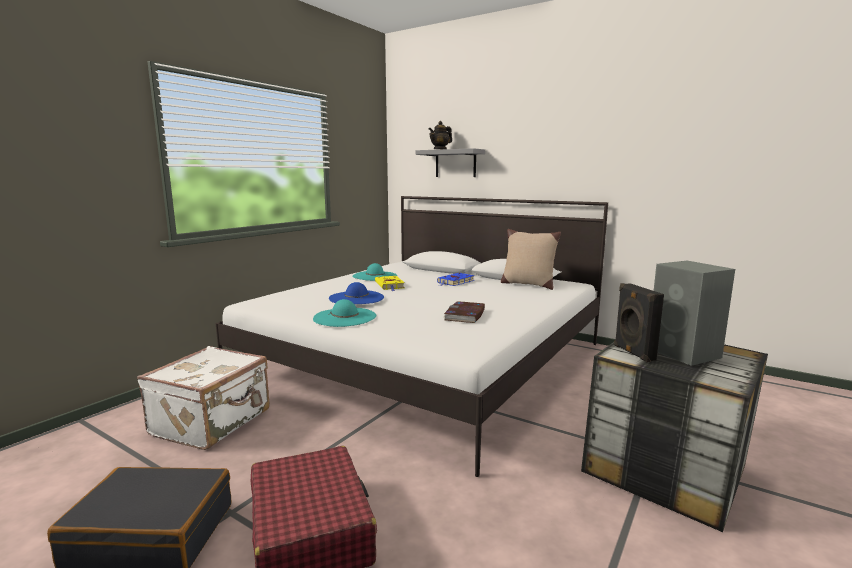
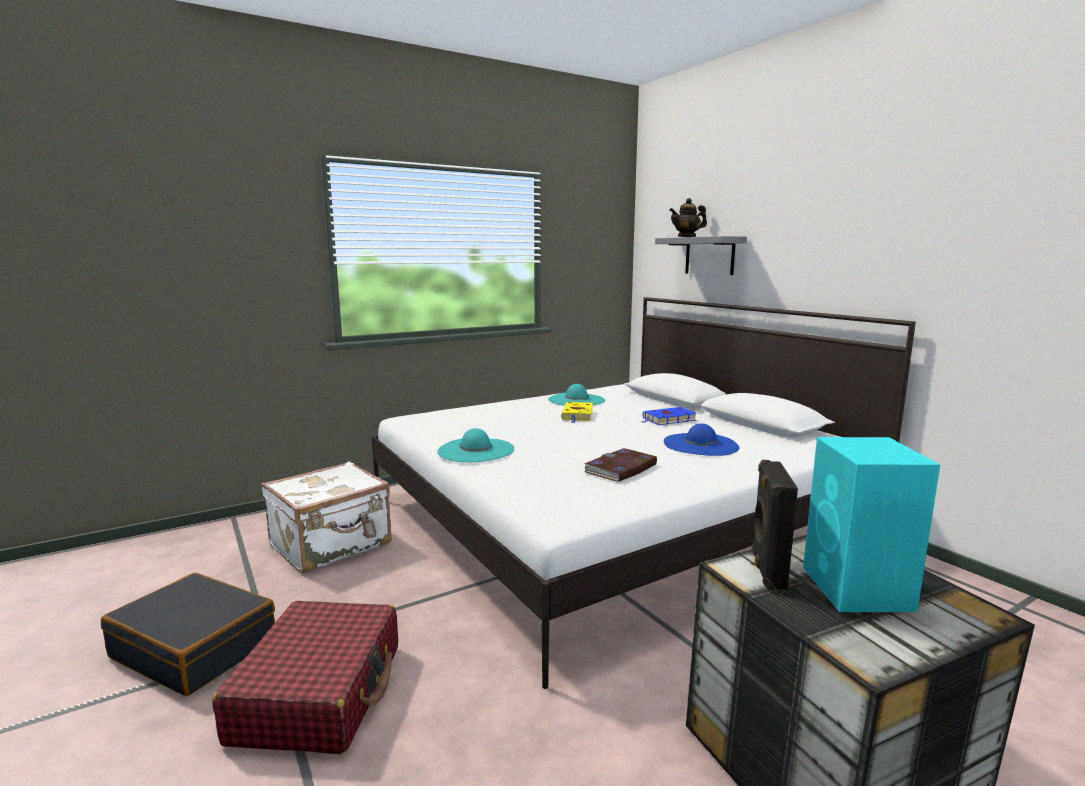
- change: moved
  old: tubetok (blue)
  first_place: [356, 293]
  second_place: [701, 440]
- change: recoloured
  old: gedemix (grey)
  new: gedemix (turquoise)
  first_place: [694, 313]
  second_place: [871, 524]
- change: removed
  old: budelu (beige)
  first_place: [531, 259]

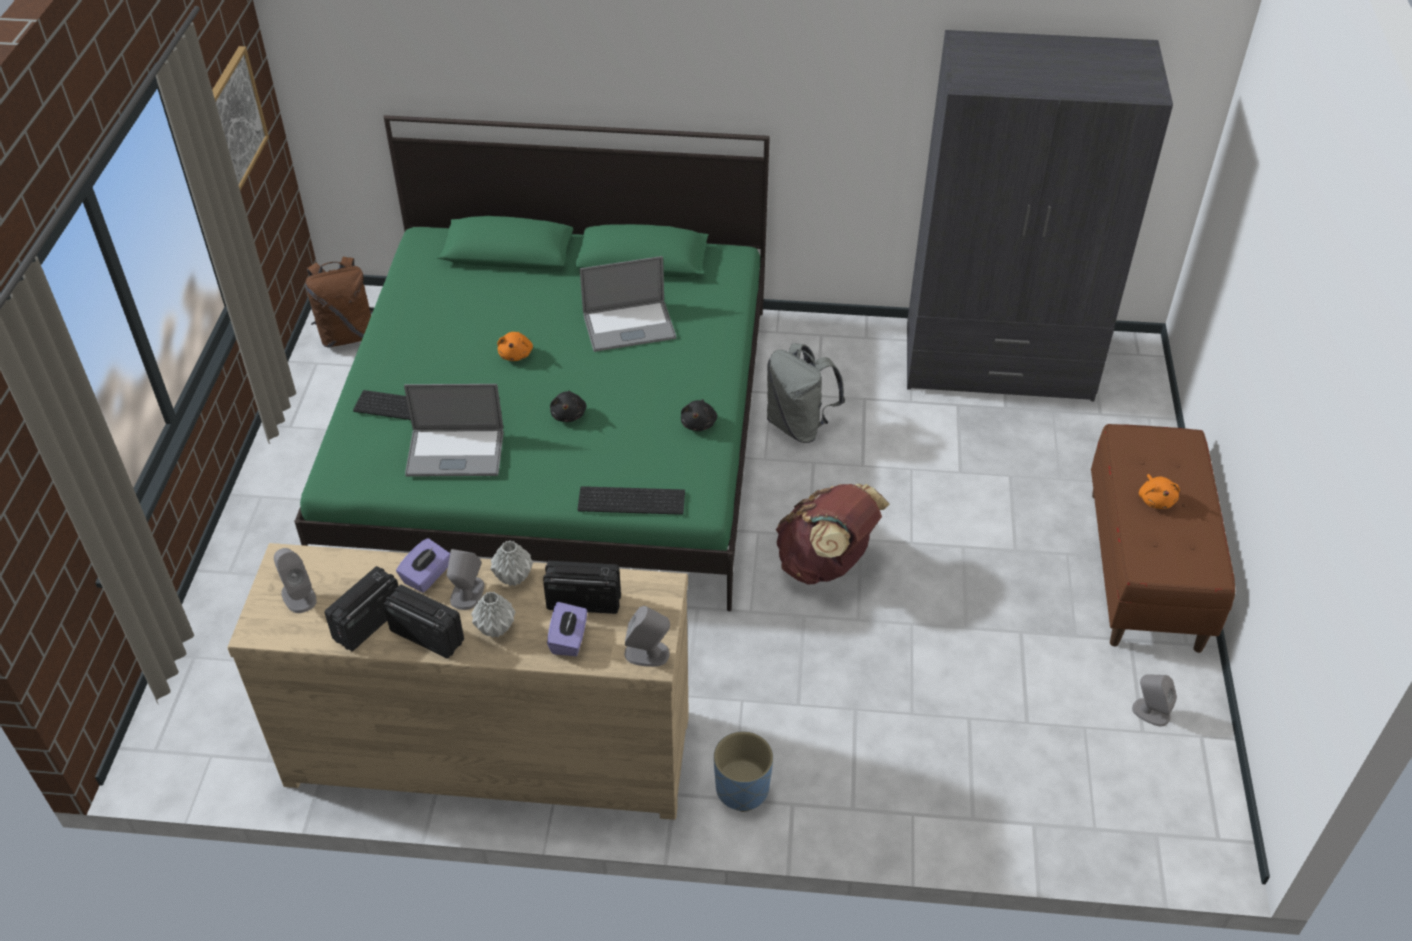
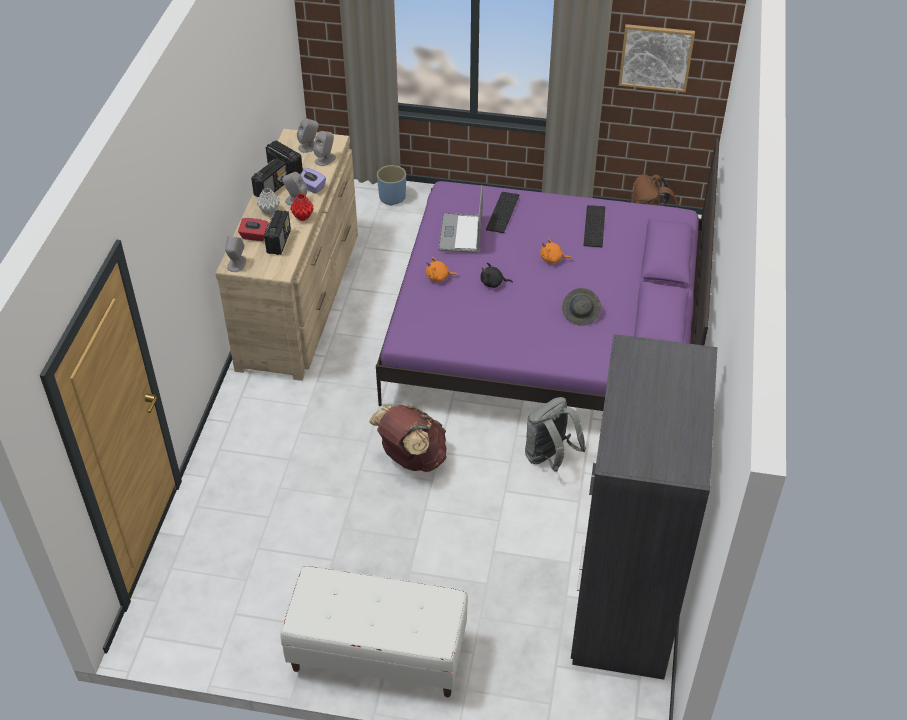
- change: recoloured
  old: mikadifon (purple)
  new: mikadifon (red)
  first_place: [567, 629]
  second_place: [253, 229]
- change: recoloured
  old: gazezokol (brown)
  new: gazezokol (white)
  first_place: [1163, 538]
  second_place: [374, 631]
- change: recoloured
  old: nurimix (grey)
  new: nurimix (red)
  first_place: [512, 563]
  second_place: [302, 207]
- change: moved
  old: gedemix (grey)
  first_place: [1154, 700]
  second_place: [324, 148]
- change: recoloured
  old: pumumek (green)
  new: pumumek (purple)
  first_place: [532, 363]
  second_place: [547, 274]
- change: moved
  old: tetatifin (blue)
  first_place: [743, 771]
  second_place: [391, 185]
- change: moved
  old: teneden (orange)
  first_place: [1159, 491]
  second_place: [442, 269]
- change: replaced
  old: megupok
  new: tubetok (grey)
  first_place: [628, 304]
  second_place: [581, 307]
- change: moved
  old: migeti
  first_place: [631, 500]
  second_place: [594, 226]
- change: removed
  old: teneden (black)
  first_place: [699, 415]

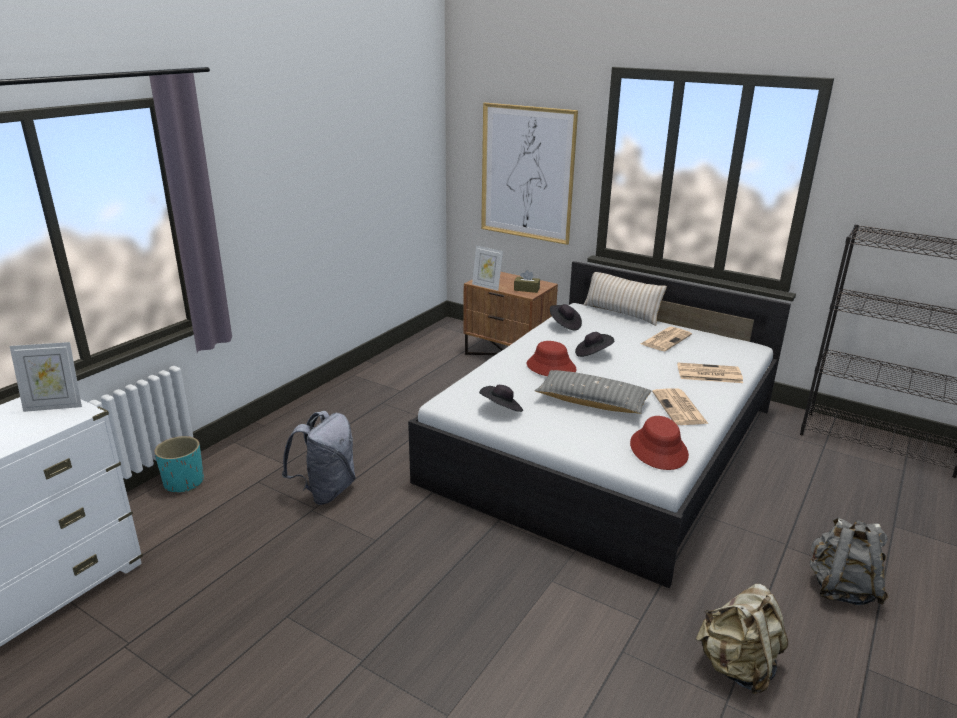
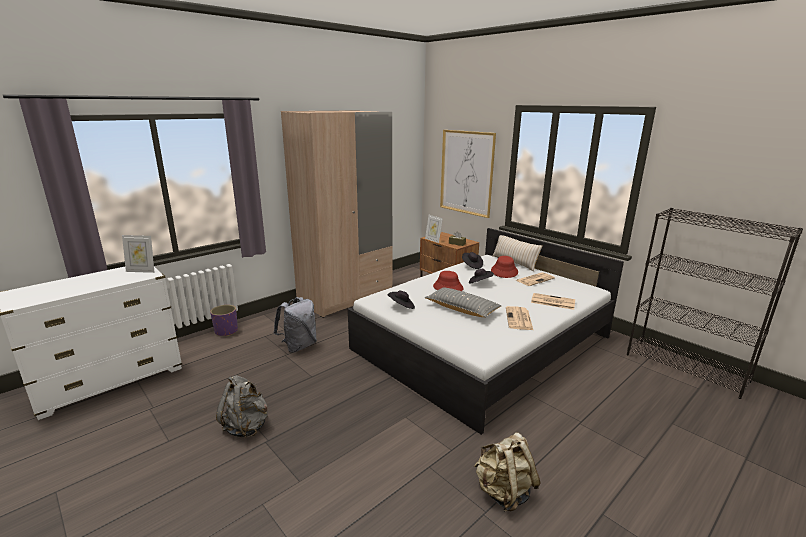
- change: recoloured
  old: tetatifin (turquoise)
  new: tetatifin (purple)
  first_place: [179, 464]
  second_place: [224, 320]
- change: moved
  old: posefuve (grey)
  first_place: [849, 561]
  second_place: [242, 406]
- change: added
  new: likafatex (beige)
  second_place: [336, 214]
- change: moved
  old: tubetok (red)
  first_place: [659, 443]
  second_place: [504, 267]

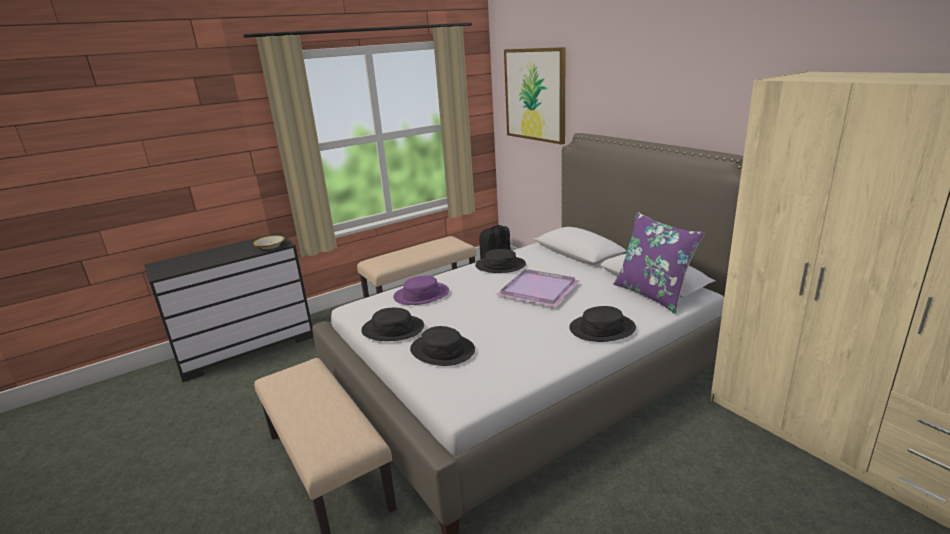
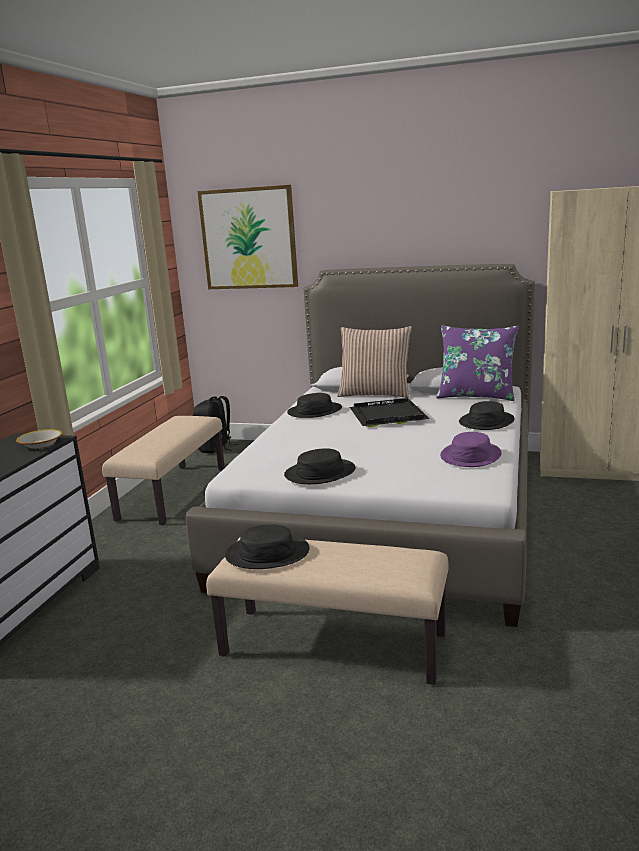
- change: moved
  old: tubetok (black)
  first_place: [442, 346]
  second_place: [267, 546]
- change: added
  new: budelu
  second_place: [374, 362]
- change: recoloured
  old: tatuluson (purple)
  new: tatuluson (black)
  first_place: [538, 288]
  second_place: [389, 412]
- change: moved
  old: tubetok (purple)
  first_place: [421, 290]
  second_place: [471, 449]

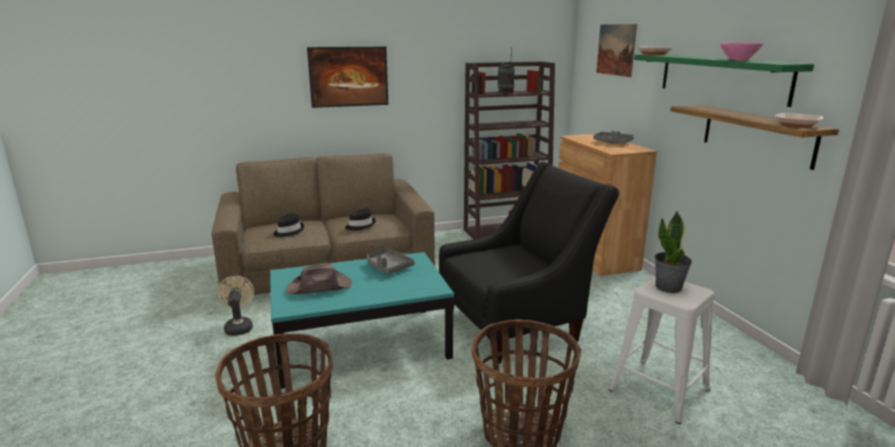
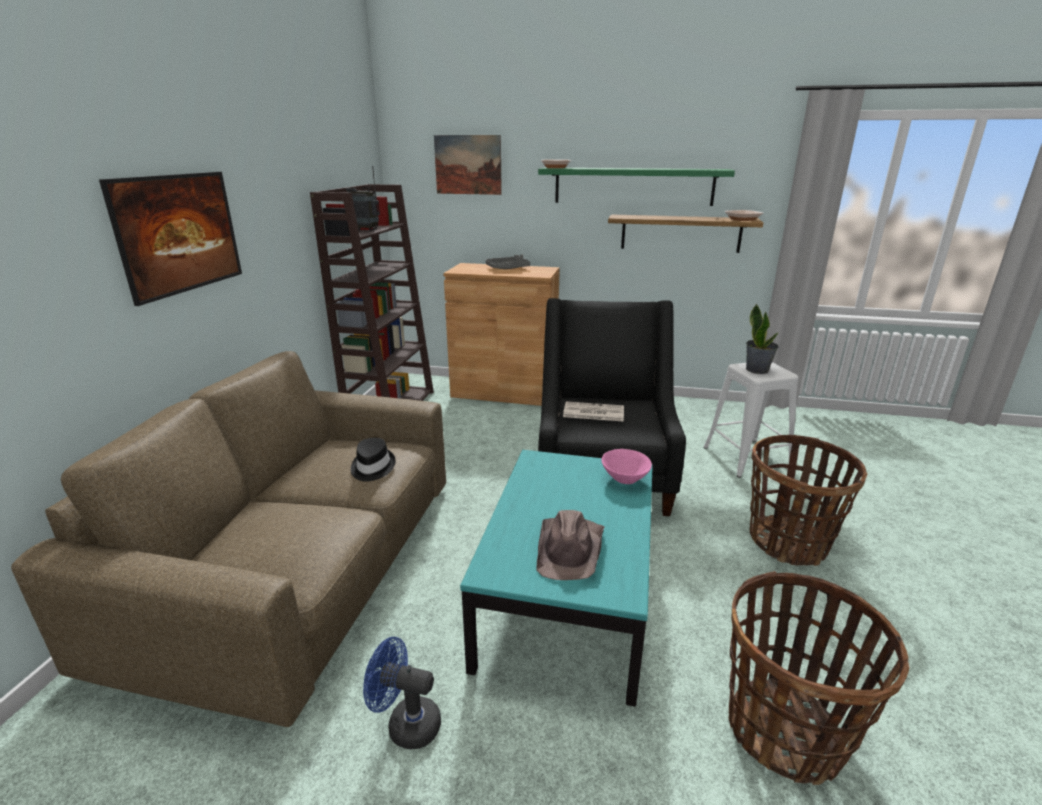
- change: recoloured
  old: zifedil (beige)
  new: zifedil (blue)
  first_place: [235, 306]
  second_place: [402, 693]
- change: added
  new: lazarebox
  second_place: [593, 411]
- change: moved
  old: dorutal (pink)
  first_place: [741, 51]
  second_place: [626, 466]
- change: removed
  old: tubetok (black)
  first_place: [288, 225]
- change: removed
  old: tatuluson (grey)
  first_place: [391, 261]

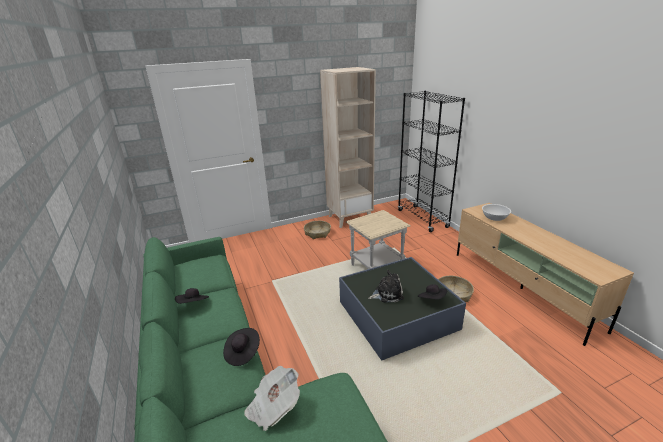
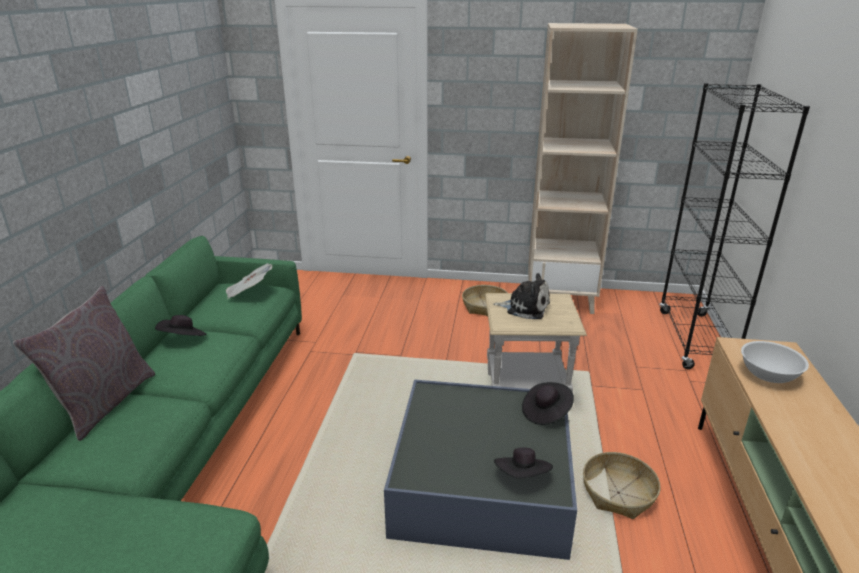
- change: added
  new: budelu (grey)
  second_place: [84, 363]
- change: moved
  old: lazarebox
  first_place: [272, 398]
  second_place: [249, 281]
- change: moved
  old: teneden
  first_place: [386, 286]
  second_place: [521, 296]
- change: moved
  old: tubetok (black)
  first_place: [241, 347]
  second_place: [548, 403]

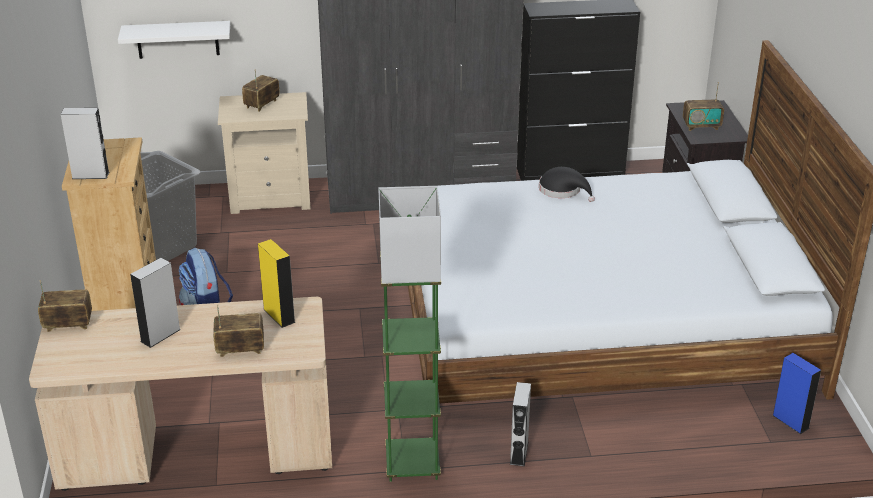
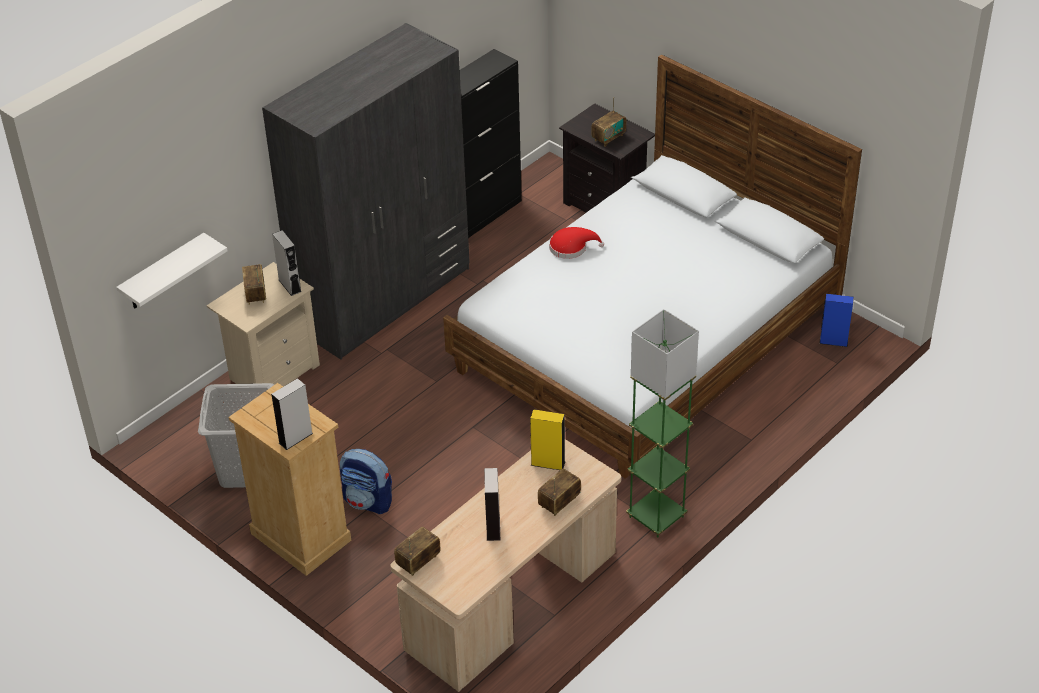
- change: moved
  old: gedemix (grey)
  first_place: [520, 424]
  second_place: [286, 263]
- change: recoloured
  old: tubetok (black)
  new: tubetok (red)
  first_place: [567, 184]
  second_place: [576, 243]

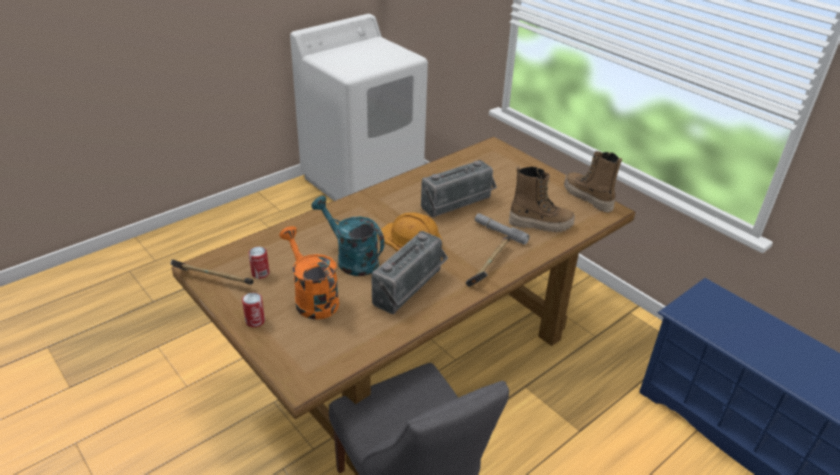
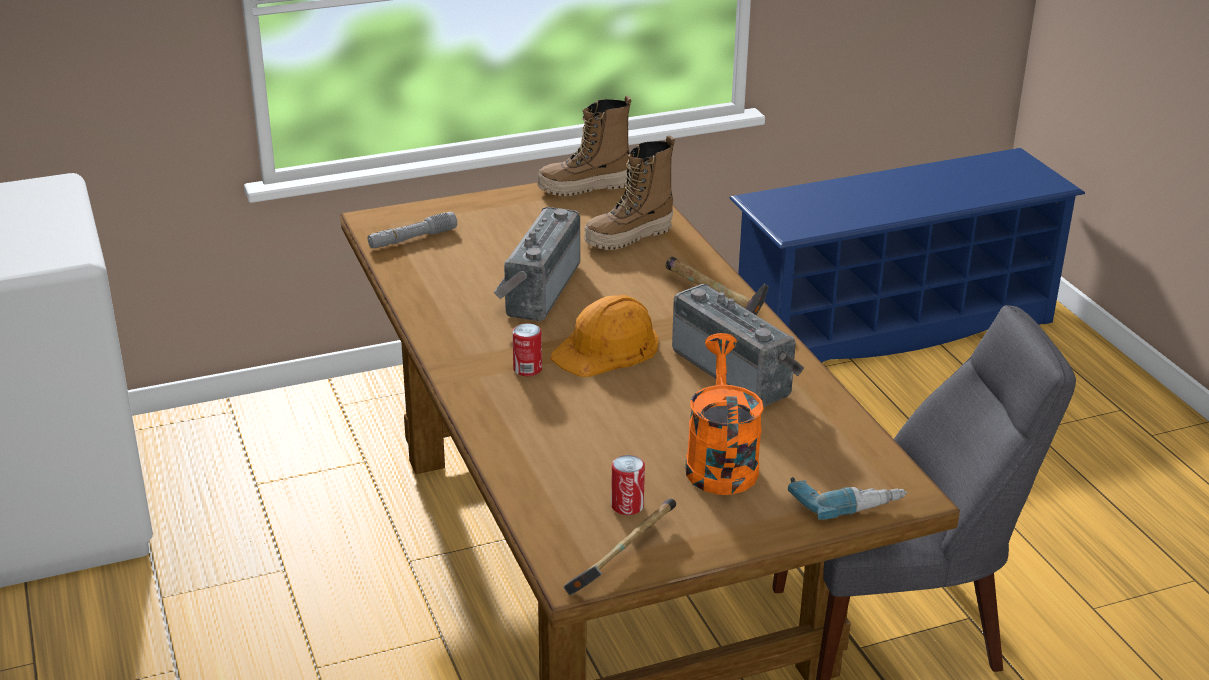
- change: moved
  old: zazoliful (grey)
  first_place: [502, 228]
  second_place: [412, 230]
- change: turned
  old: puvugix
  first_place: [459, 188]
  second_place: [537, 264]
  degrees: -150
- change: moved
  old: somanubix
  first_place: [253, 310]
  second_place: [527, 349]
- change: turned
  old: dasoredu
  first_place: [542, 199]
  second_place: [629, 192]
  degrees: -150
- change: turned
  old: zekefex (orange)
  first_place: [309, 273]
  second_place: [724, 414]
  degrees: 105
- change: added
  new: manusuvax
  second_place: [847, 498]
- change: removed
  old: zekefex (turquoise)
  first_place: [348, 236]

